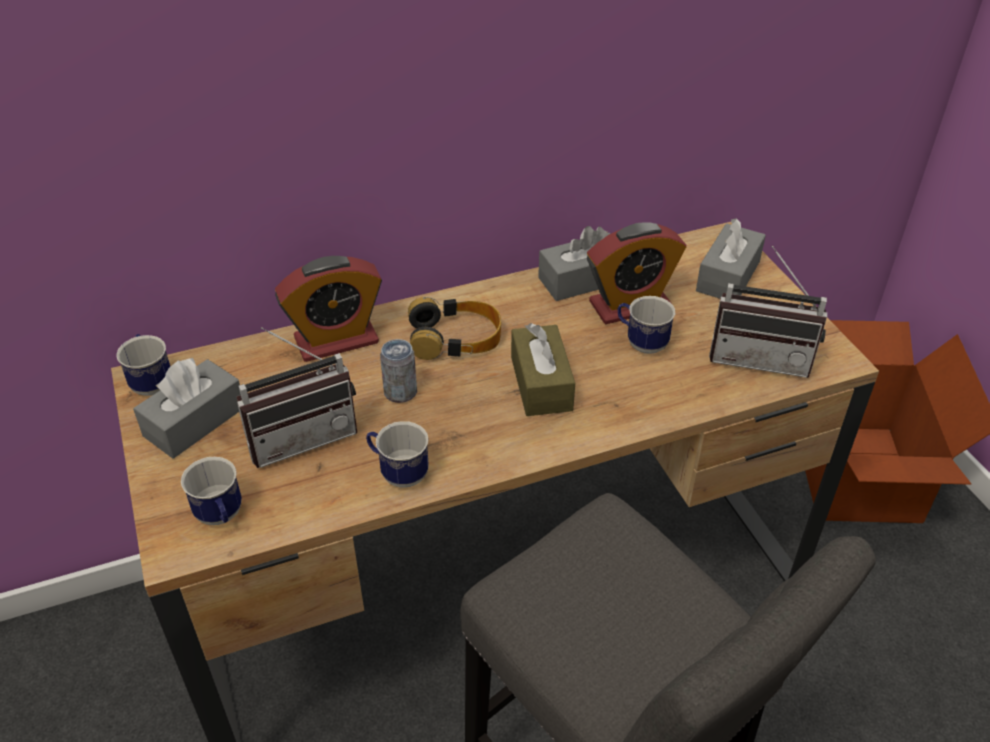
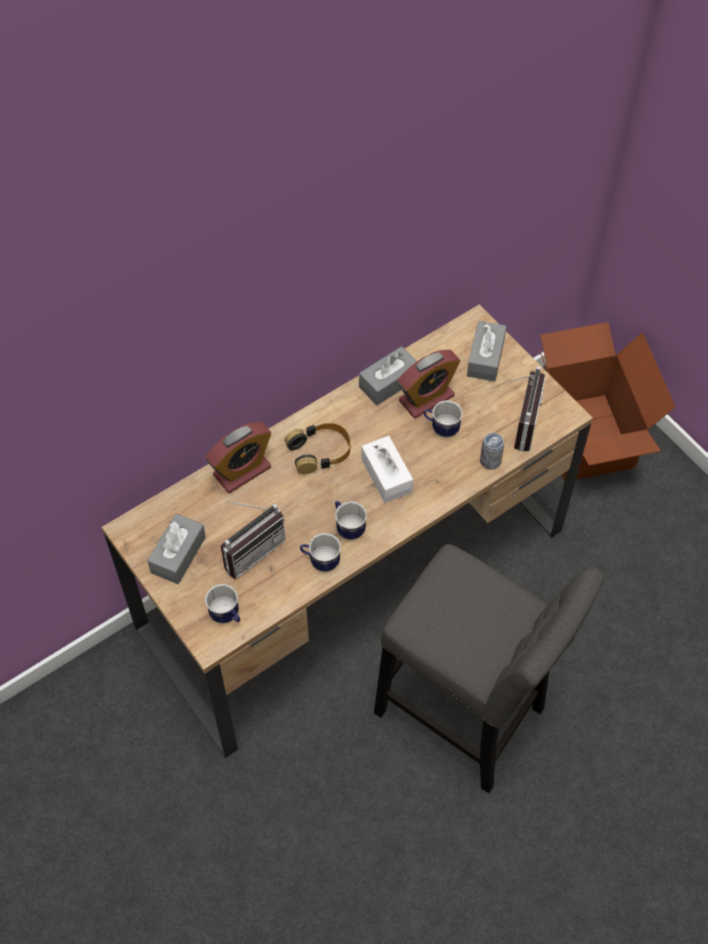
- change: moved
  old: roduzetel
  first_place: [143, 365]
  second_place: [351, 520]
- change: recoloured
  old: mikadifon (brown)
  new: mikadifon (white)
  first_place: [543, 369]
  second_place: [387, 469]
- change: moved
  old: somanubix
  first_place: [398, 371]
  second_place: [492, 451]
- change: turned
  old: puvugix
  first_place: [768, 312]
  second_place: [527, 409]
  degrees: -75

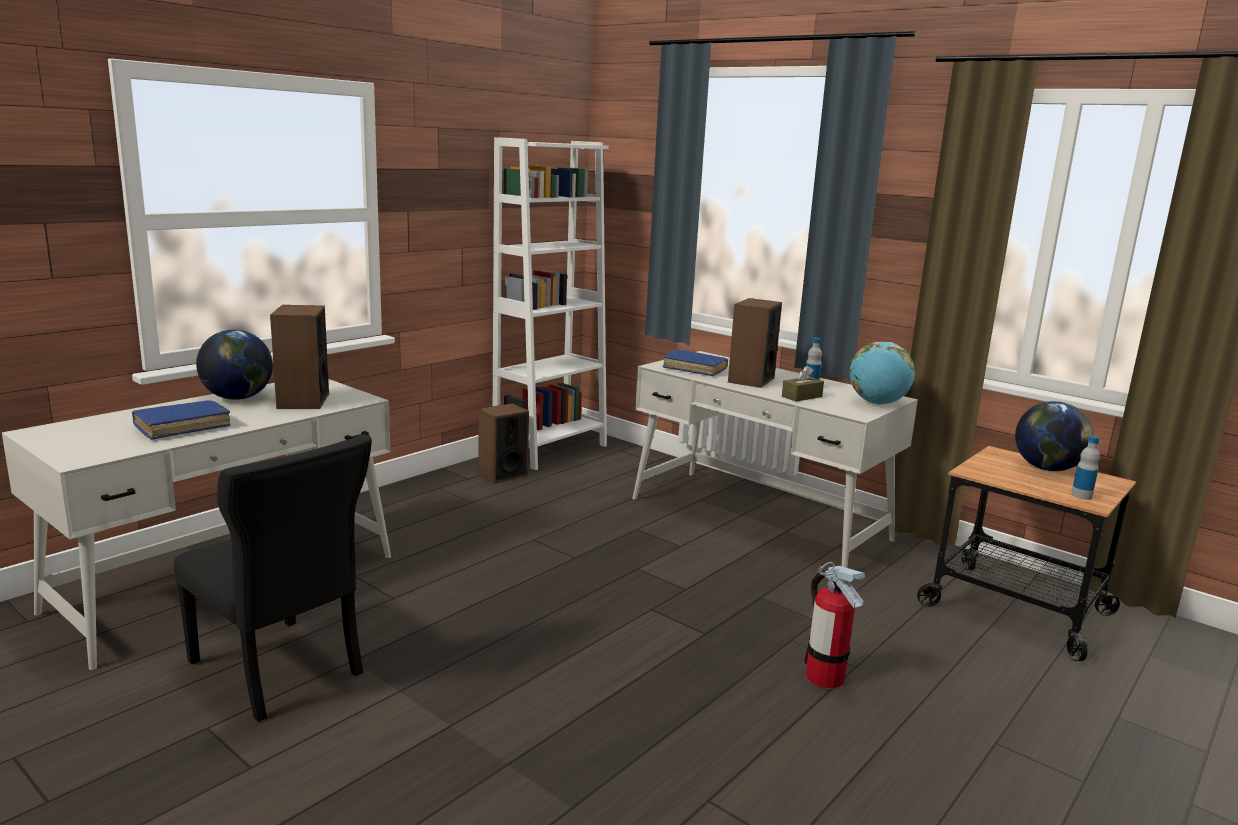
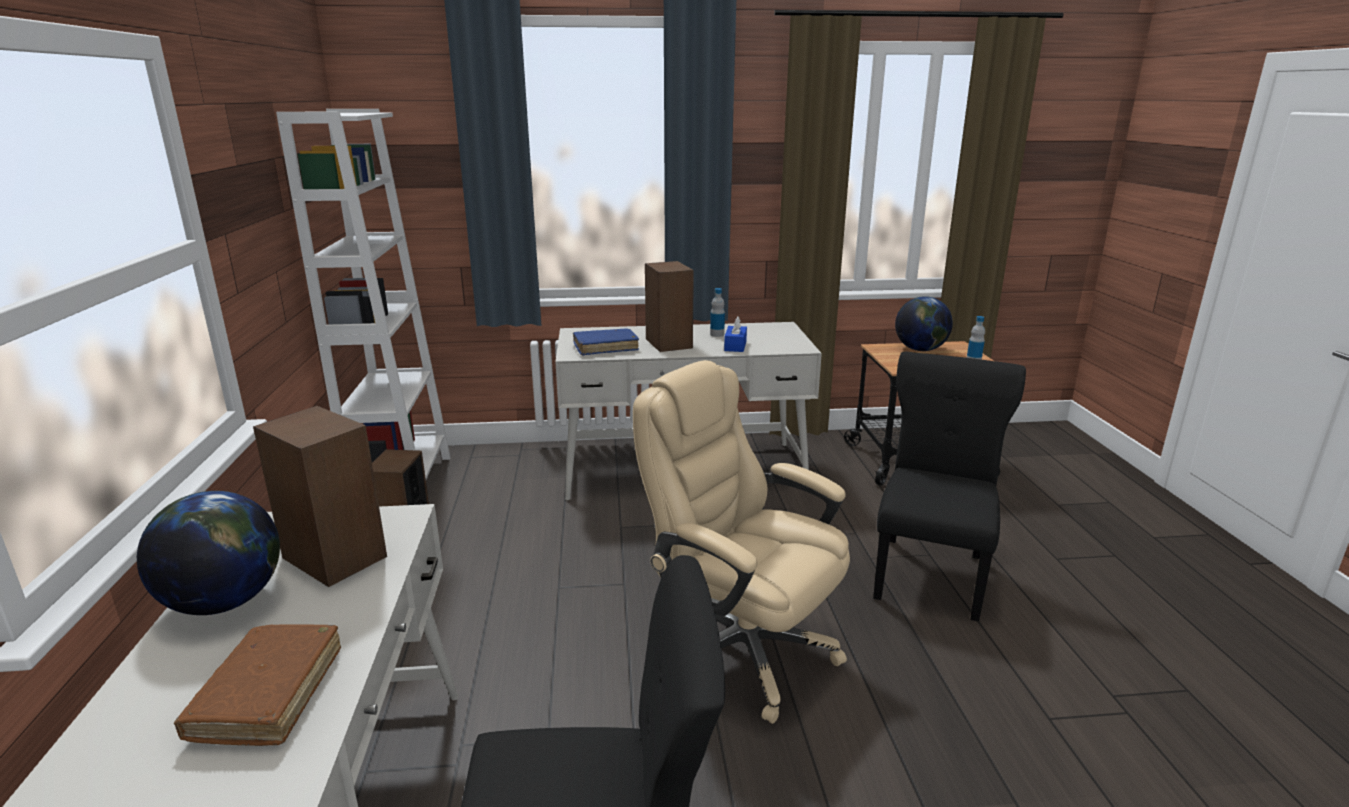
- change: recoloured
  old: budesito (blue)
  new: budesito (brown)
  first_place: [181, 420]
  second_place: [257, 685]
- change: added
  new: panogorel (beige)
  second_place: [741, 542]
- change: recoloured
  old: mikadifon (brown)
  new: mikadifon (blue)
  first_place: [803, 384]
  second_place: [735, 334]
- change: replaced
  old: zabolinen
  new: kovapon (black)
  first_place: [834, 625]
  second_place: [949, 487]
- change: removed
  old: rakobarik
  first_place: [882, 373]

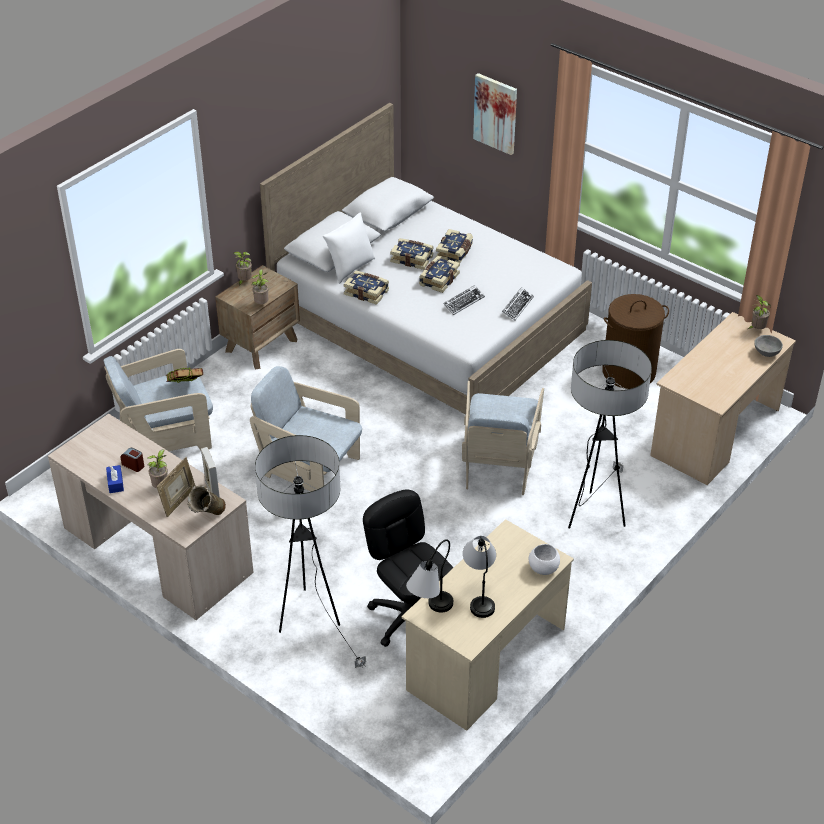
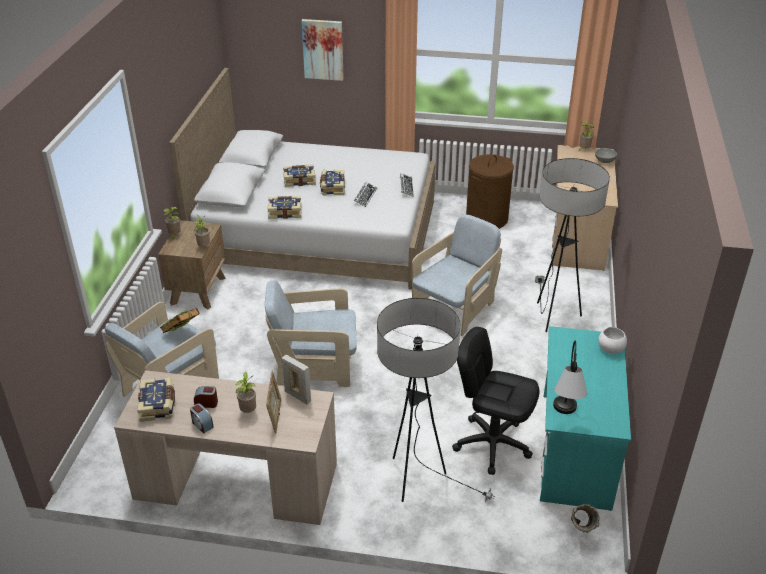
- change: moved
  old: budesito
  first_place: [454, 246]
  second_place: [156, 399]
- change: replaced
  old: mikadifon (blue)
  new: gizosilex
  first_place: [115, 479]
  second_place: [202, 418]
- change: turned
  old: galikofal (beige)
  first_place: [503, 438]
  second_place: [457, 275]
  degrees: -120
- change: recoloured
  old: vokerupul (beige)
  new: vokerupul (turquoise)
  first_place: [487, 625]
  second_place: [585, 418]
- change: moved
  old: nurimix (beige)
  first_place: [206, 500]
  second_place: [585, 518]
- change: removed
  old: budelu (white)
  first_place: [349, 248]
- change: removed
  old: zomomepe
  first_place: [479, 577]

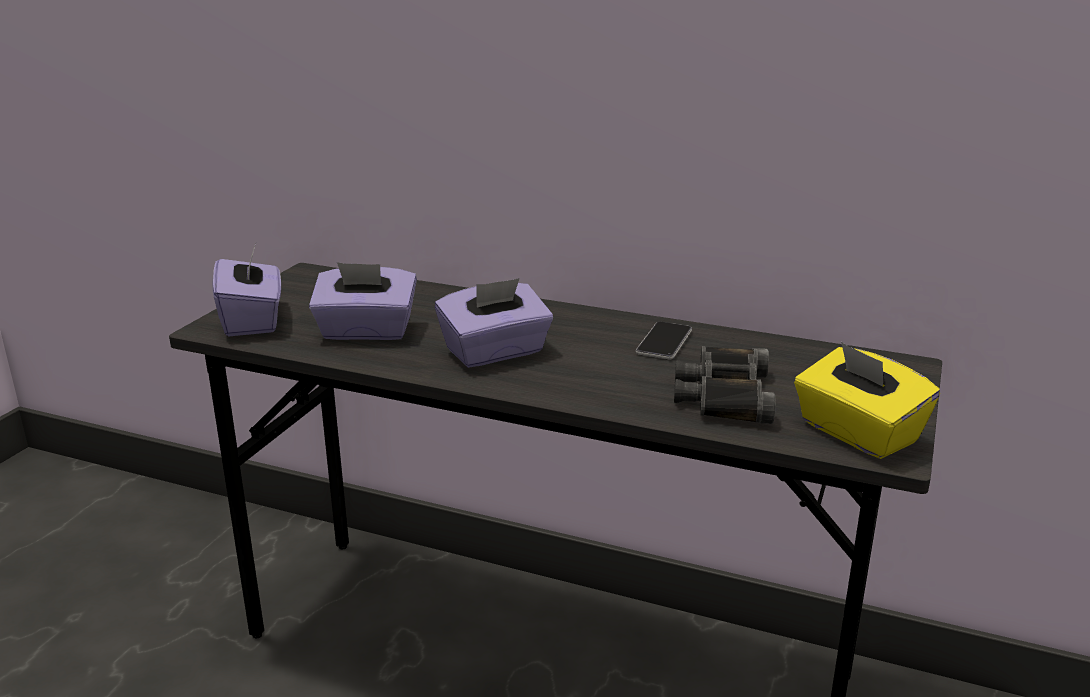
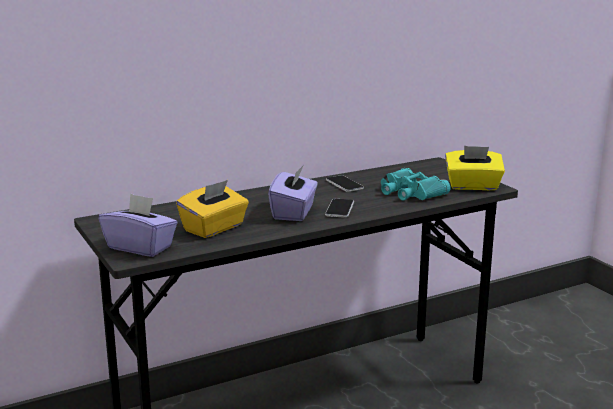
- change: recoloured
  old: mikadifon (purple)
  new: mikadifon (yellow)
  first_place: [363, 301]
  second_place: [212, 209]
- change: added
  new: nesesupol
  second_place: [339, 208]
- change: recoloured
  old: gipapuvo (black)
  new: gipapuvo (turquoise)
  first_place: [724, 385]
  second_place: [416, 184]

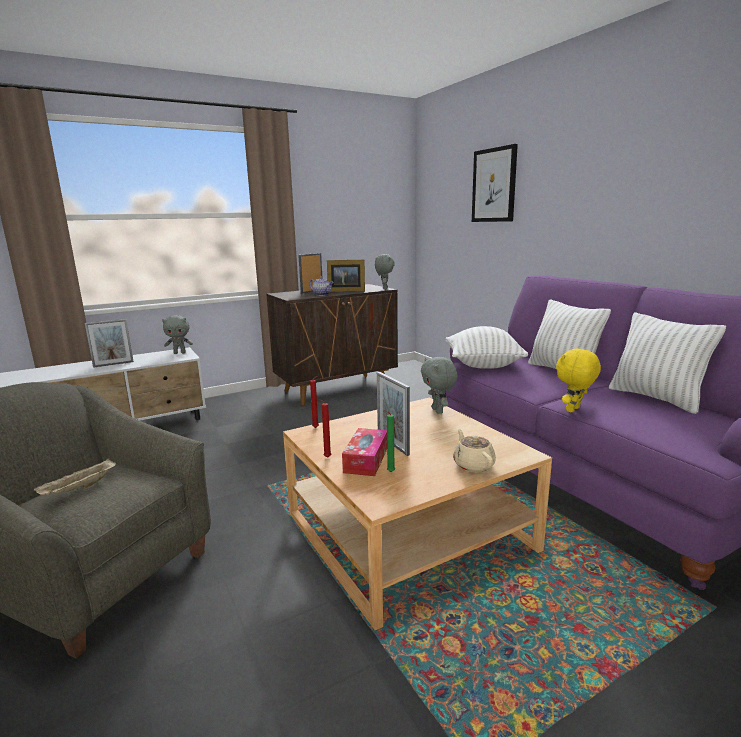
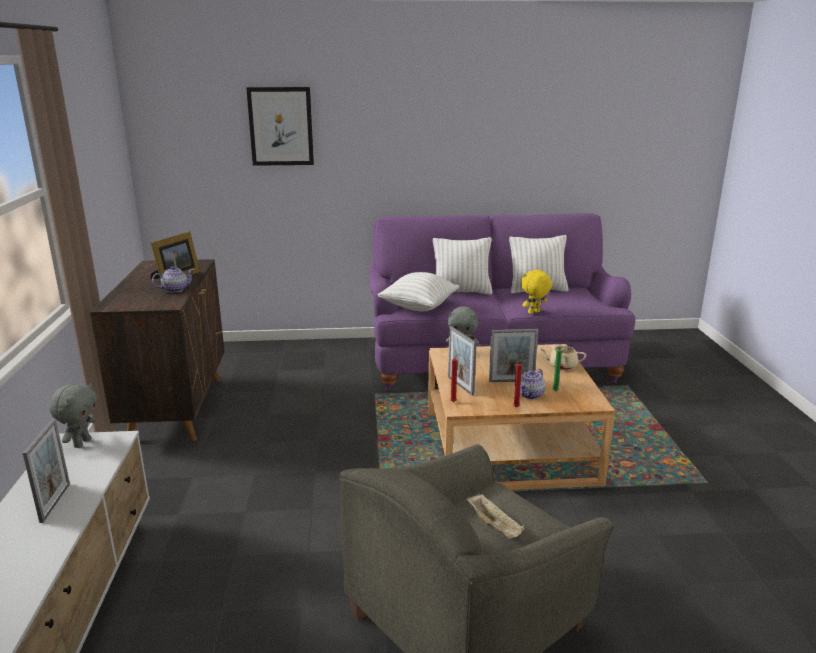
- change: moved
  old: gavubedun
  first_place: [310, 273]
  second_place: [462, 361]
- change: replaced
  old: mikadifon
  new: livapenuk
  first_place: [364, 452]
  second_place: [532, 384]
- change: turned
  old: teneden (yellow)
  first_place: [578, 380]
  second_place: [536, 292]
  degrees: 75
- change: removed
  old: teneden (grey)
  first_place: [385, 272]

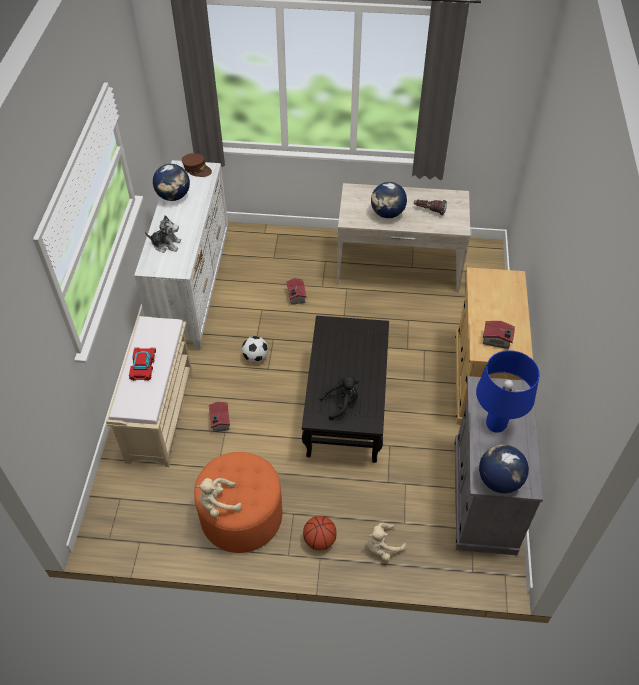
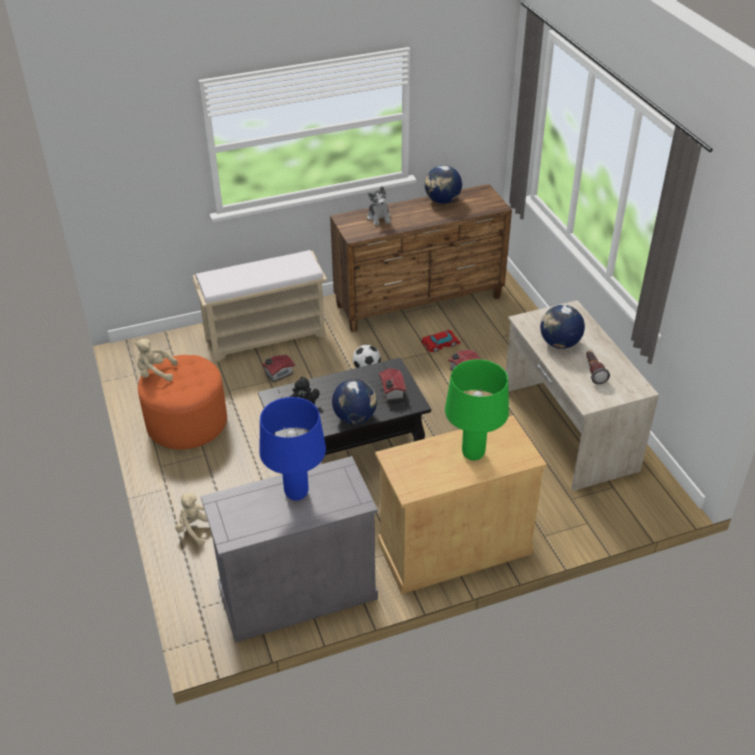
- change: turned
  old: teneden (beige)
  first_place: [219, 497]
  second_place: [156, 360]
  degrees: -45
- change: recoloured
  old: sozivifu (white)
  new: sozivifu (brown)
  first_place: [181, 254]
  second_place: [421, 258]
- change: moved
  old: rakobarik
  first_place: [504, 468]
  second_place: [354, 401]
- change: moved
  old: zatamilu
  first_place: [499, 335]
  second_place: [392, 385]
- change: moved
  old: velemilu
  first_place: [142, 364]
  second_place: [440, 340]
- change: added
  new: zomomepe (green)
  second_place: [477, 409]
- change: removed
  old: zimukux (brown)
  first_place: [197, 165]
- change: removed
  old: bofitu
  first_place: [320, 533]

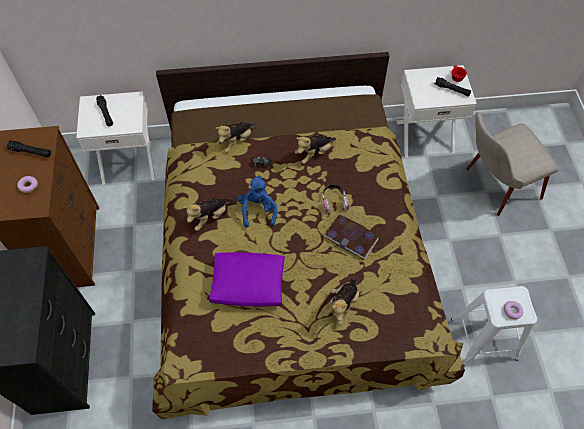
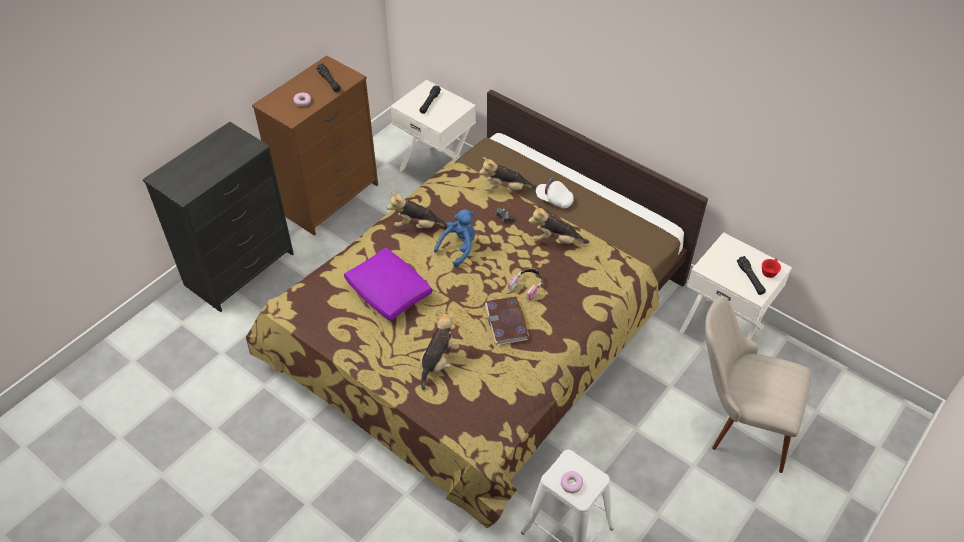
- change: turned
  old: teneden
  first_place: [342, 301]
  second_place: [439, 351]
  degrees: 135
- change: added
  new: zimukux (white)
  second_place: [555, 193]

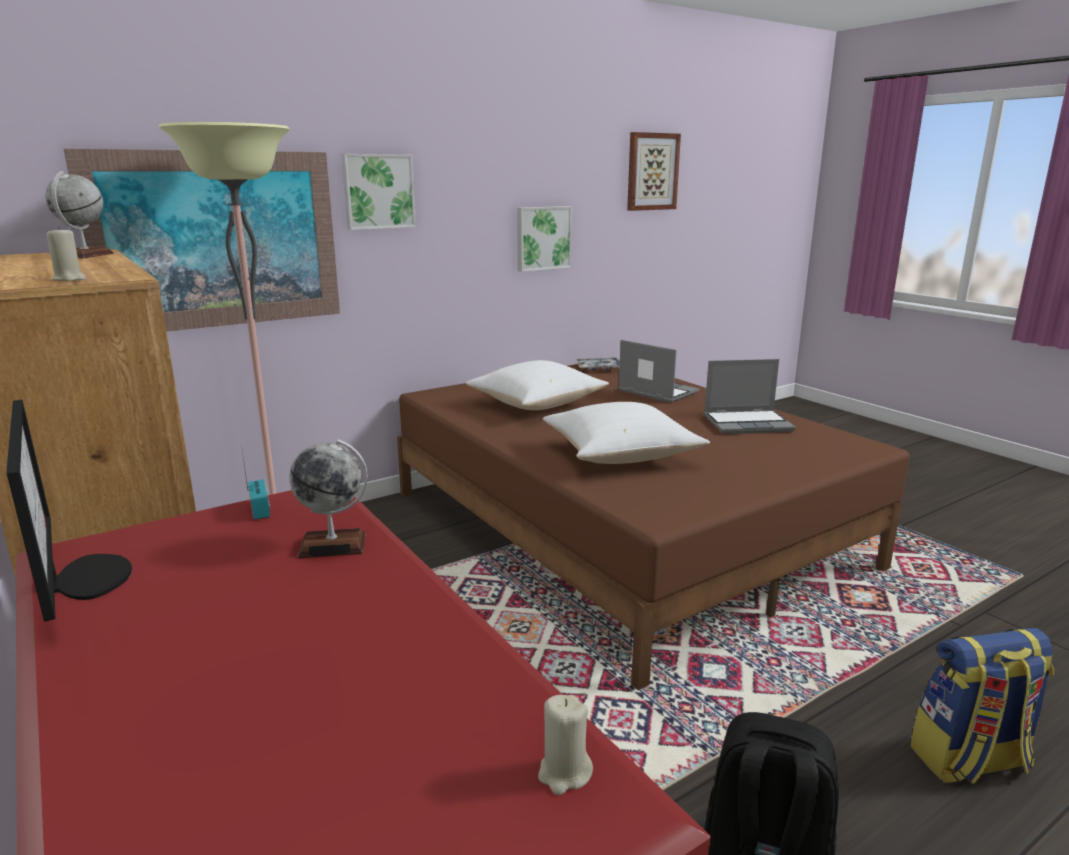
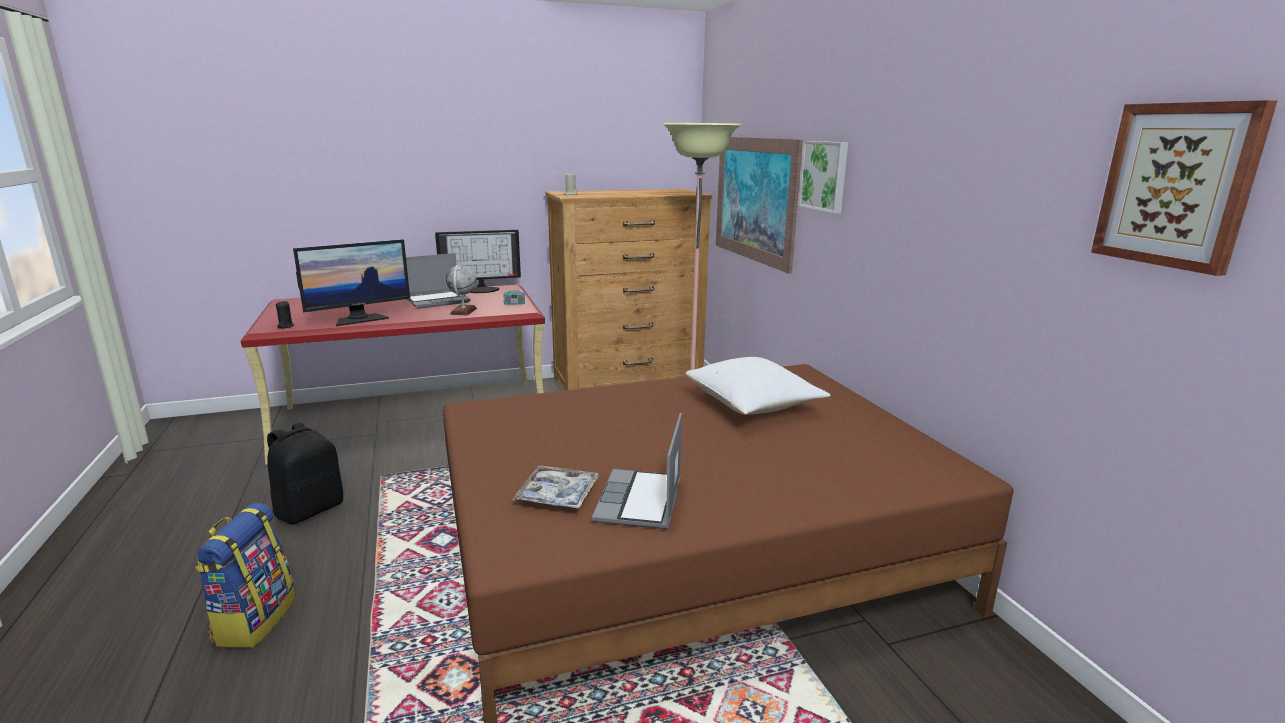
- change: recoloured
  old: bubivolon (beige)
  new: bubivolon (black)
  first_place: [565, 745]
  second_place: [285, 314]
- change: added
  new: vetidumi
  second_place: [351, 282]
- change: moved
  old: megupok
  first_place: [658, 371]
  second_place: [438, 281]
- change: moved
  old: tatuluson
  first_place: [598, 364]
  second_place: [556, 487]
- change: removed
  old: rakobarik
  first_place: [80, 214]
- change: removed
  old: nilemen
  first_place: [544, 239]
- change: removed
  old: budelu (white)
  first_place: [626, 433]

